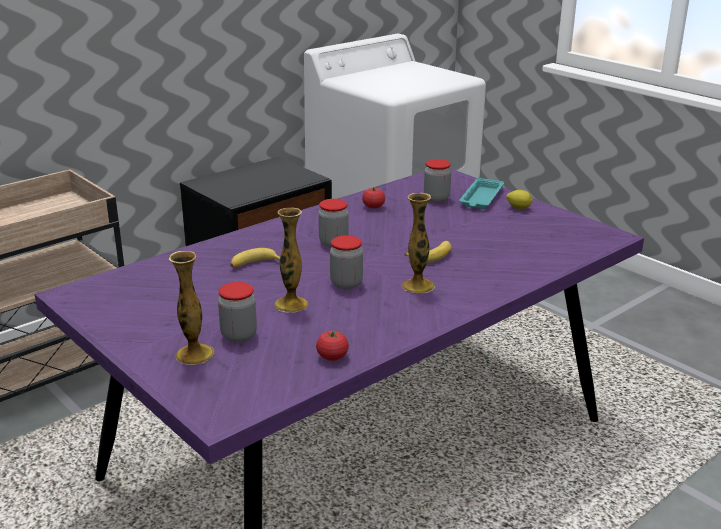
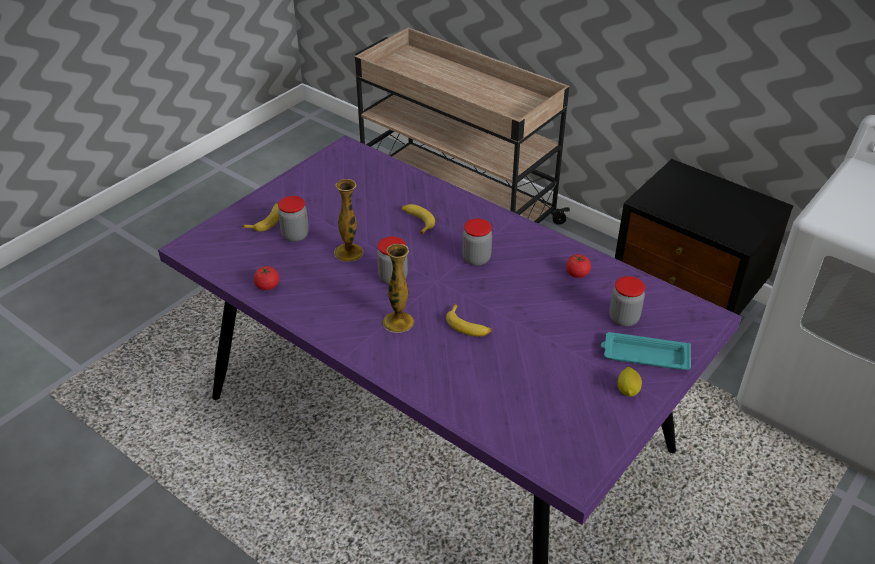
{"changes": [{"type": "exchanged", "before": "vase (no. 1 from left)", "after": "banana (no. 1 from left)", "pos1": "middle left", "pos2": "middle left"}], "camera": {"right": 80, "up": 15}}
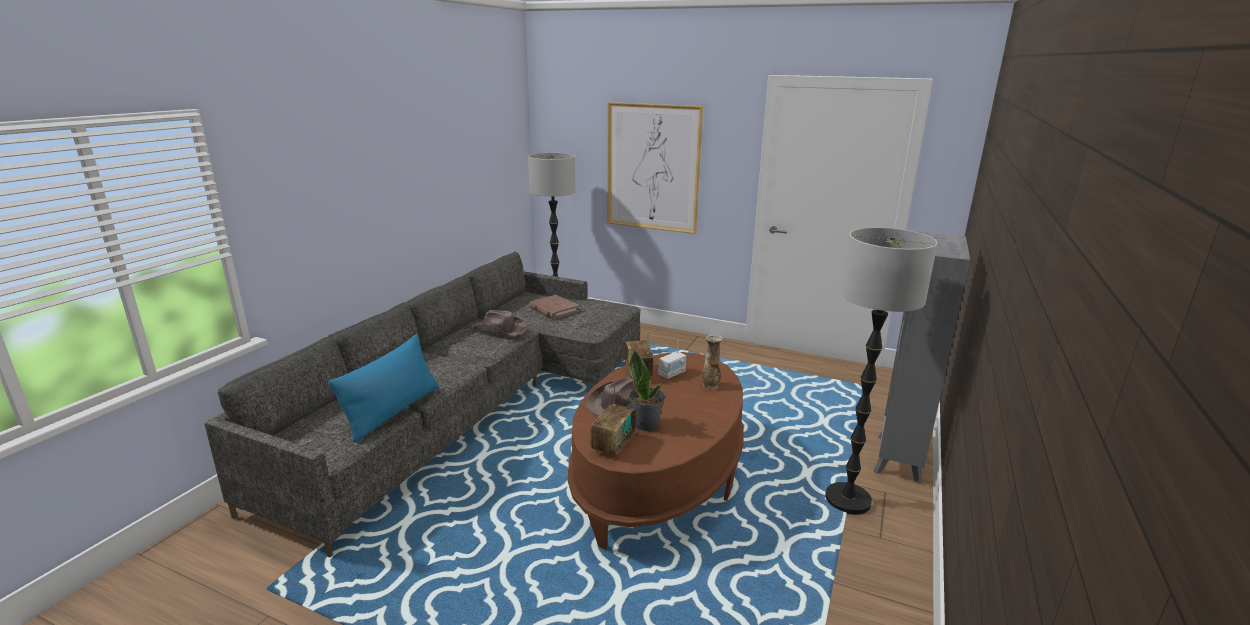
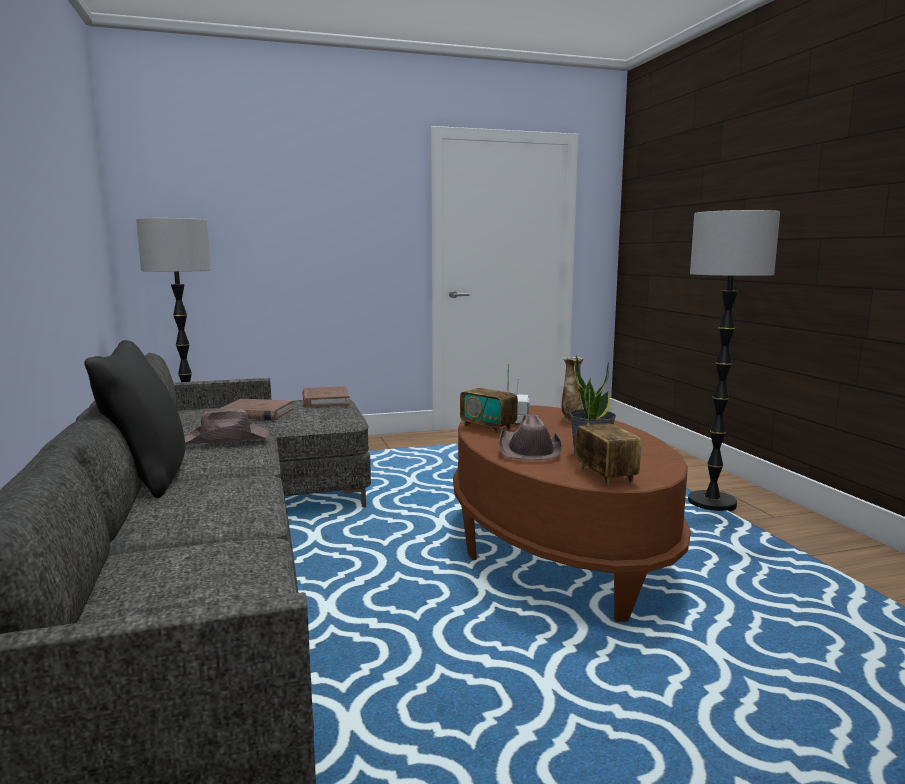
{"changes": [{"type": "missing", "before": "blue pillow", "pos1": "middle left"}, {"type": "missing", "before": "picture", "pos1": "top centre"}, {"type": "missing", "before": "grey bookcase", "pos1": "middle right"}, {"type": "appeared", "after": "black pillow", "pos2": "middle left"}, {"type": "appeared", "after": "brown book (no. 2 from left)", "pos2": "centre"}], "camera": {"right": -40, "up": -10}}
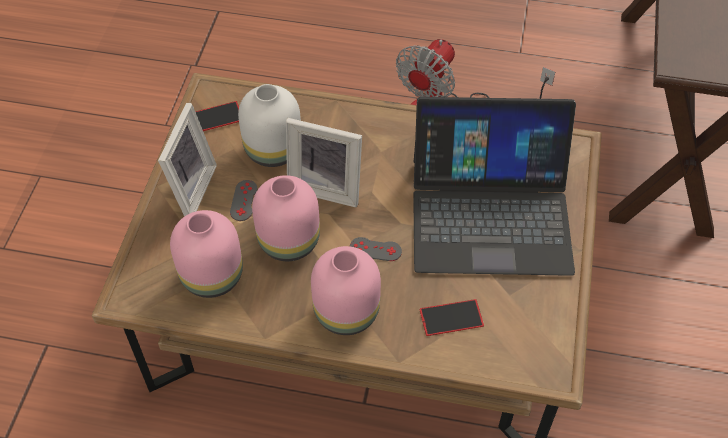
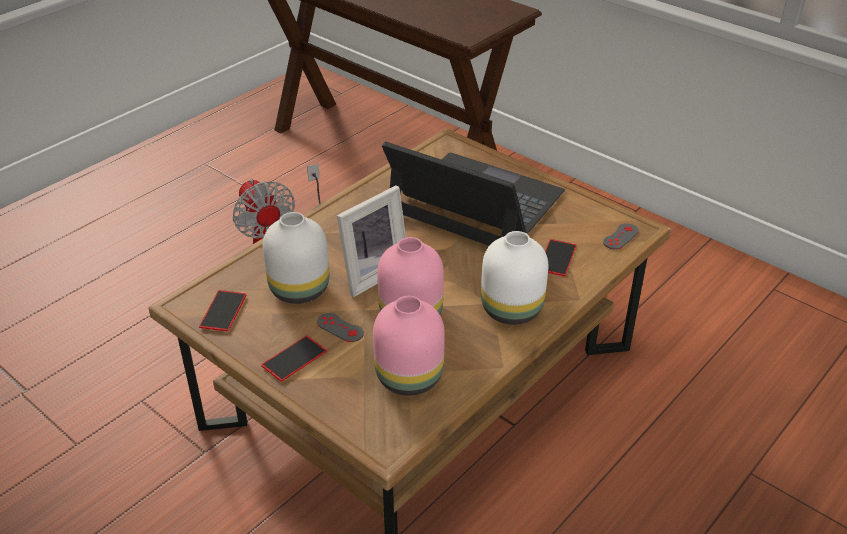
{"changes": [{"type": "exchanged", "before": "picture frame (no. 1 from left)", "after": "phone (no. 2 from left)", "pos1": "middle left", "pos2": "bottom centre"}, {"type": "colour", "before": "pink vase (no. 3 from left)", "after": "white vase (no. 2 from left)", "pos1": "centre", "pos2": "centre"}, {"type": "relocated", "before": "grey game controller (no. 2 from left)", "pos1": "centre", "pos2": "middle right"}, {"type": "spun", "before": "laptop", "pos1": "middle right", "pos2": "centre", "turn": -90}], "camera": {"right": -60, "up": -15}}
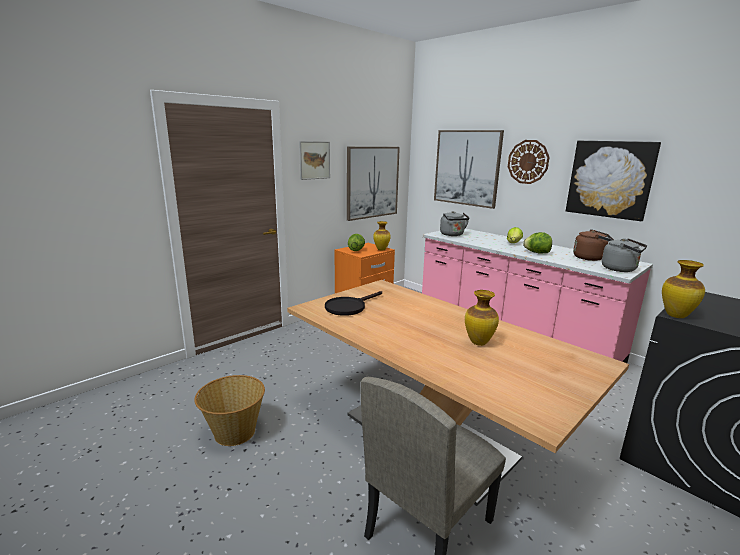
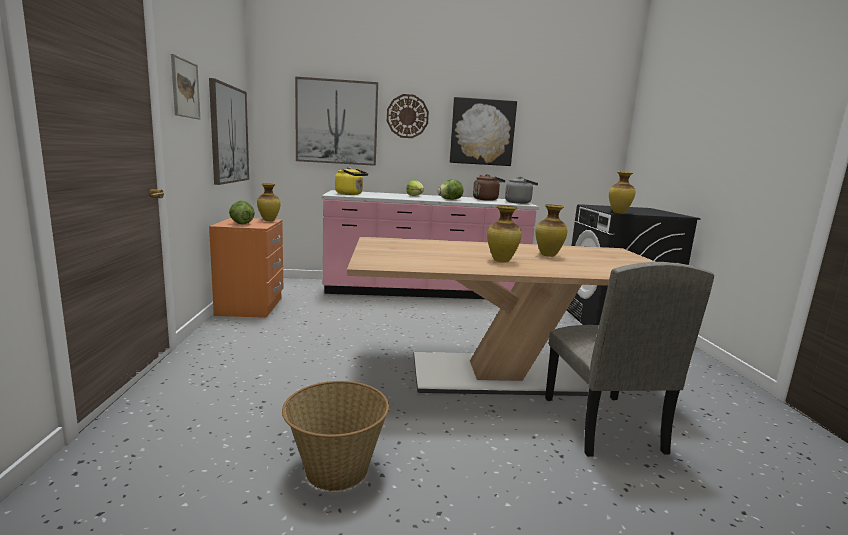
{"changes": [{"type": "missing", "before": "black frying pan", "pos1": "centre"}, {"type": "colour", "before": "grey kettle (no. 1 from left)", "after": "yellow kettle", "pos1": "centre", "pos2": "centre"}, {"type": "appeared", "after": "vase (no. 2 from left)", "pos2": "centre"}], "camera": {"right": -50, "up": -5}}
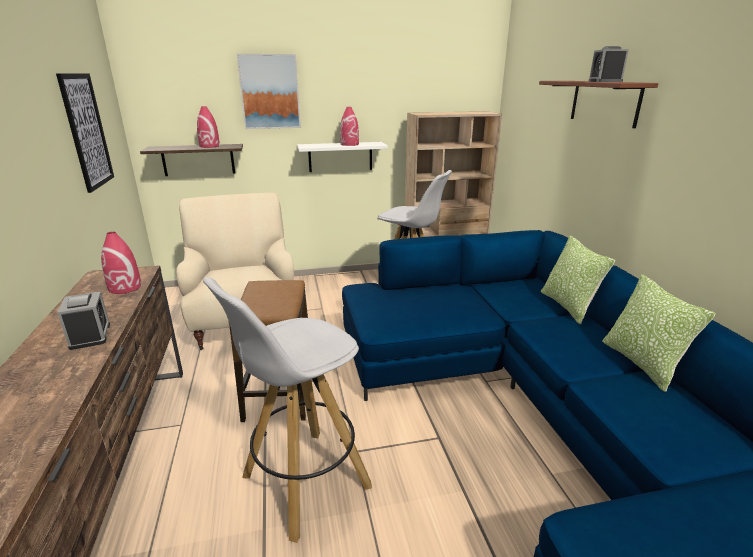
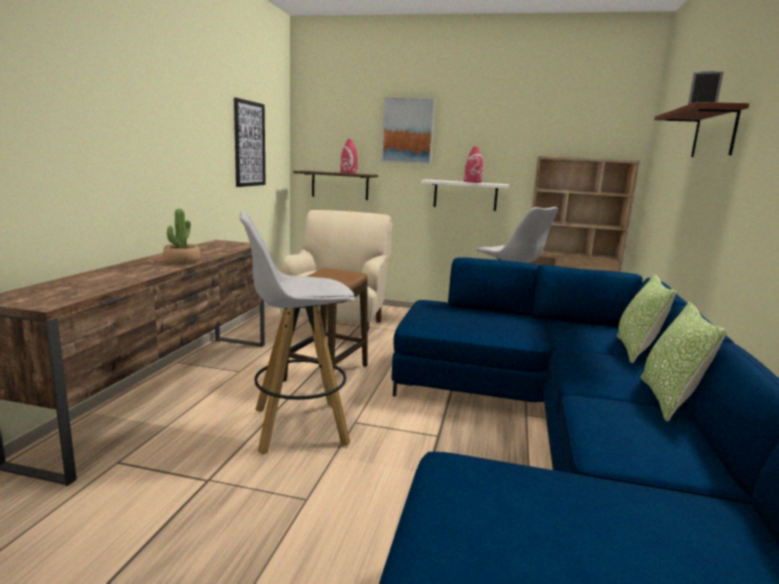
{"changes": [{"type": "exchanged", "before": "alarm clock (no. 1 from left)", "after": "potted plant", "pos1": "middle left", "pos2": "middle left"}, {"type": "missing", "before": "red vase (no. 1 from left)", "pos1": "middle left"}], "camera": {"right": 25, "up": -10}}
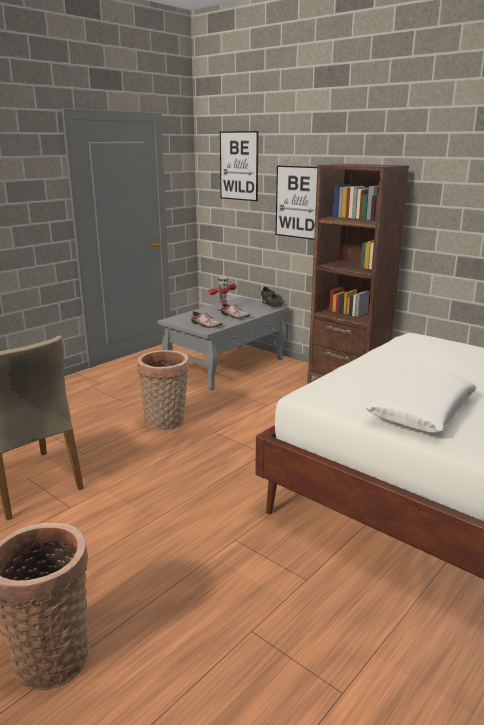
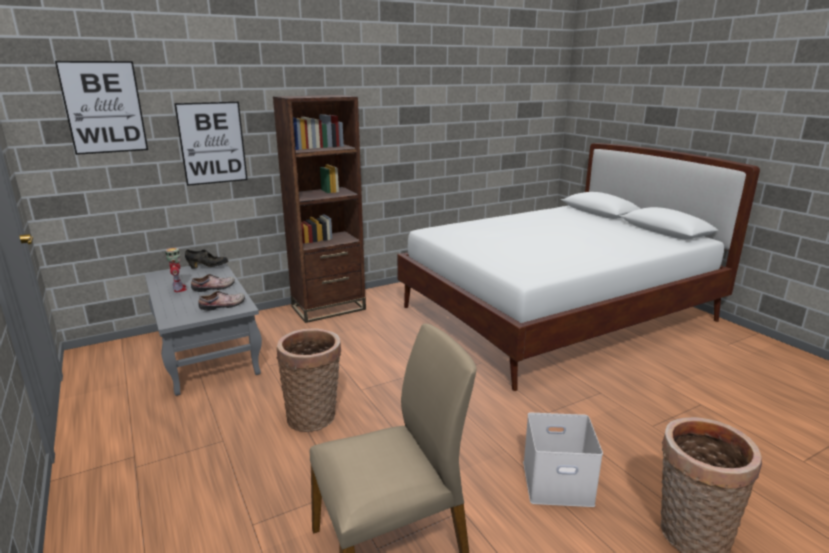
{"changes": [{"type": "missing", "before": "white pillow", "pos1": "middle right"}, {"type": "appeared", "after": "white storage box", "pos2": "bottom right"}], "camera": {"right": -70, "up": 0}}
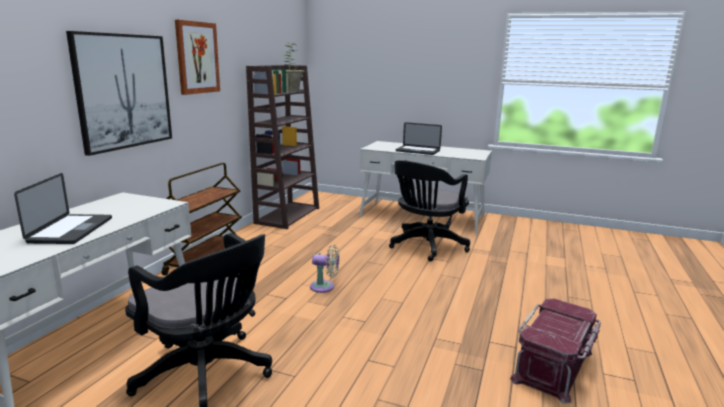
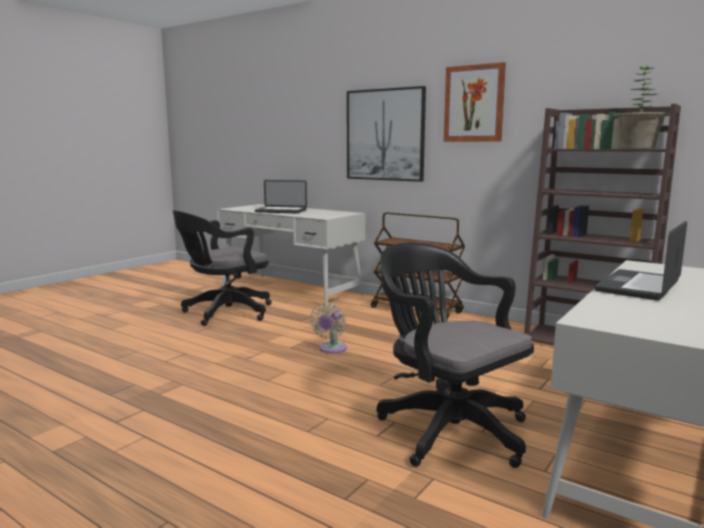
{"changes": [{"type": "missing", "before": "red storage box", "pos1": "bottom right"}], "camera": {"right": 105, "up": -5}}
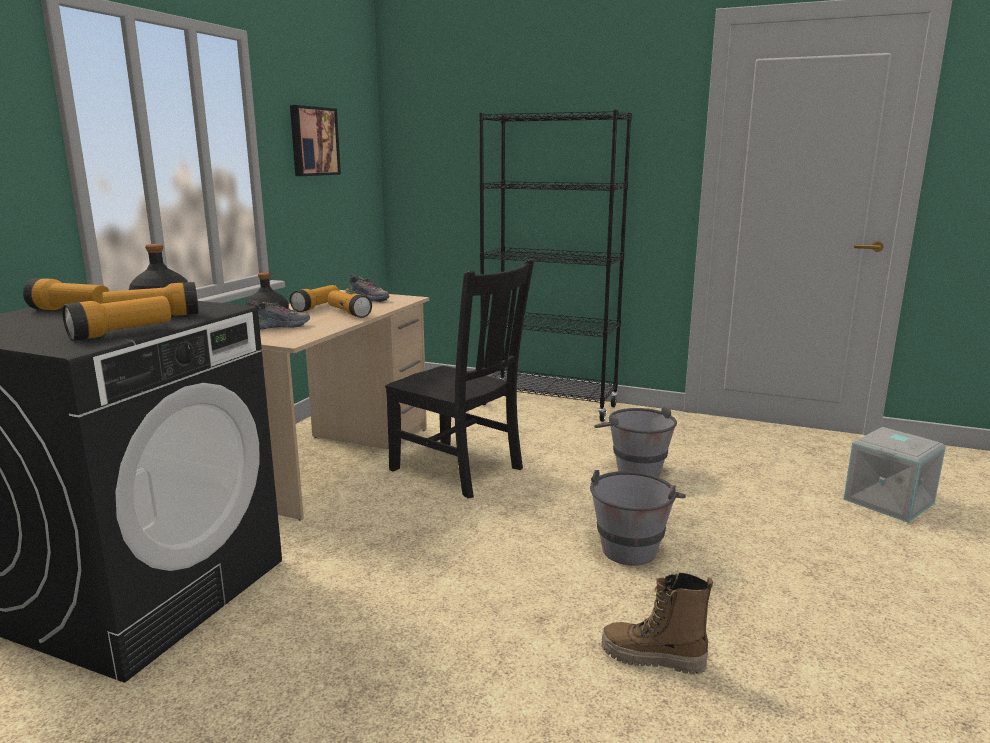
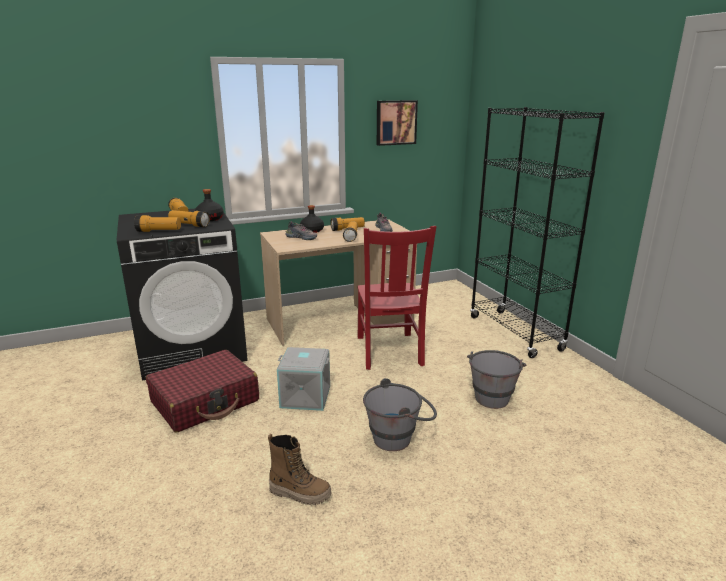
{"changes": [{"type": "colour", "before": "black chair", "after": "red chair", "pos1": "centre", "pos2": "centre"}, {"type": "spun", "before": "boot", "pos1": "bottom centre", "pos2": "bottom centre", "turn": 135}, {"type": "relocated", "before": "grey storage box", "pos1": "middle right", "pos2": "centre"}, {"type": "appeared", "after": "red suitcase", "pos2": "bottom left"}], "camera": {"right": 45, "up": 5}}
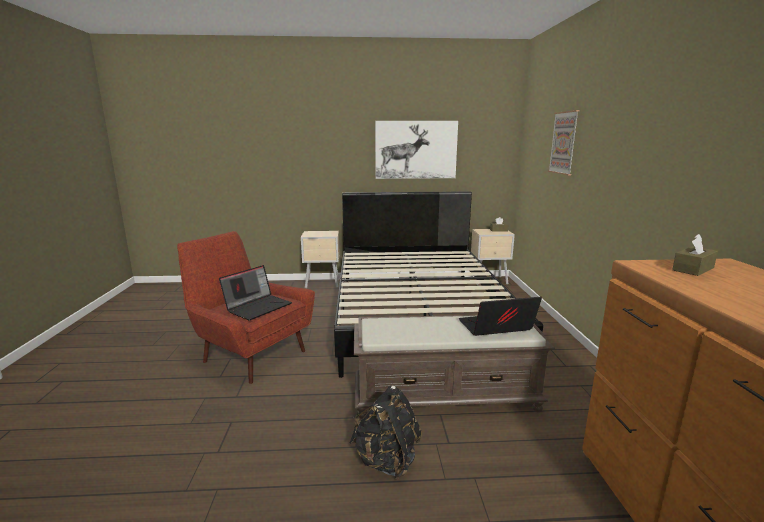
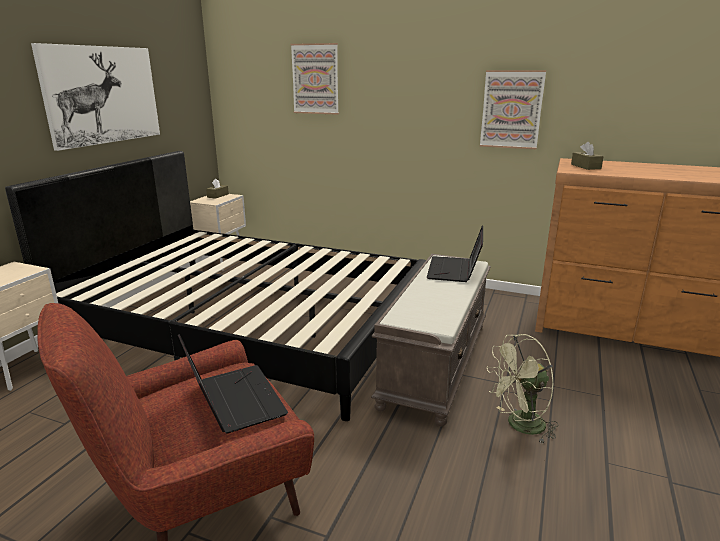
{"changes": [{"type": "exchanged", "before": "black backpack", "after": "green fan", "pos1": "bottom centre", "pos2": "bottom right"}, {"type": "appeared", "after": "picture (no. 3 from left)", "pos2": "top right"}], "camera": {"right": -65, "up": 5}}
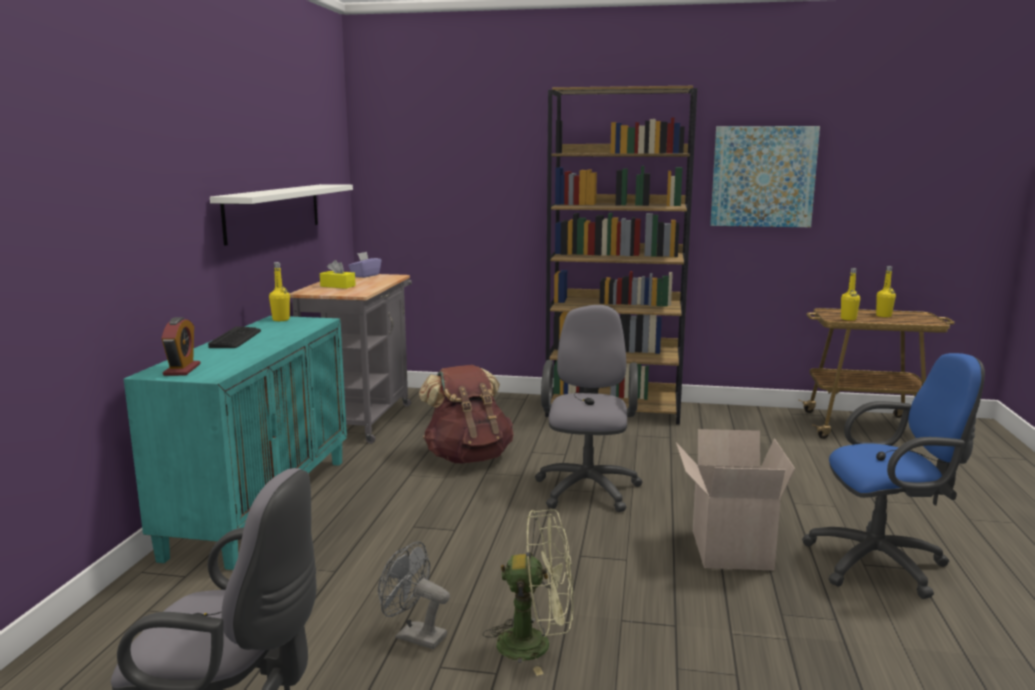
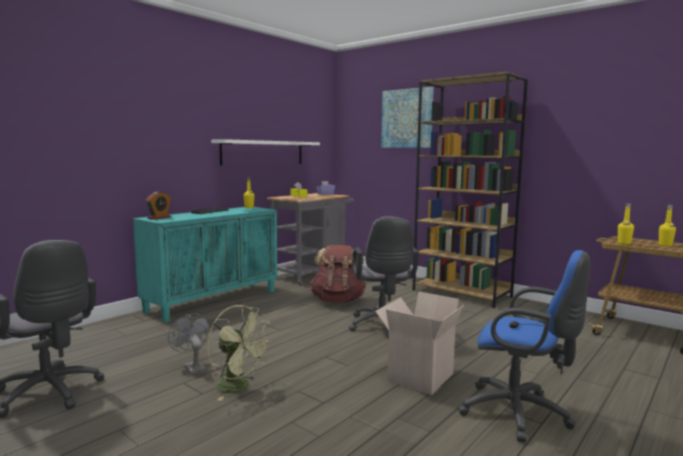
{"changes": [{"type": "spun", "before": "grey office chair (no. 2 from left)", "pos1": "centre", "pos2": "centre", "turn": 135}, {"type": "relocated", "before": "picture", "pos1": "top right", "pos2": "top centre"}], "camera": {"right": 30, "up": -5}}
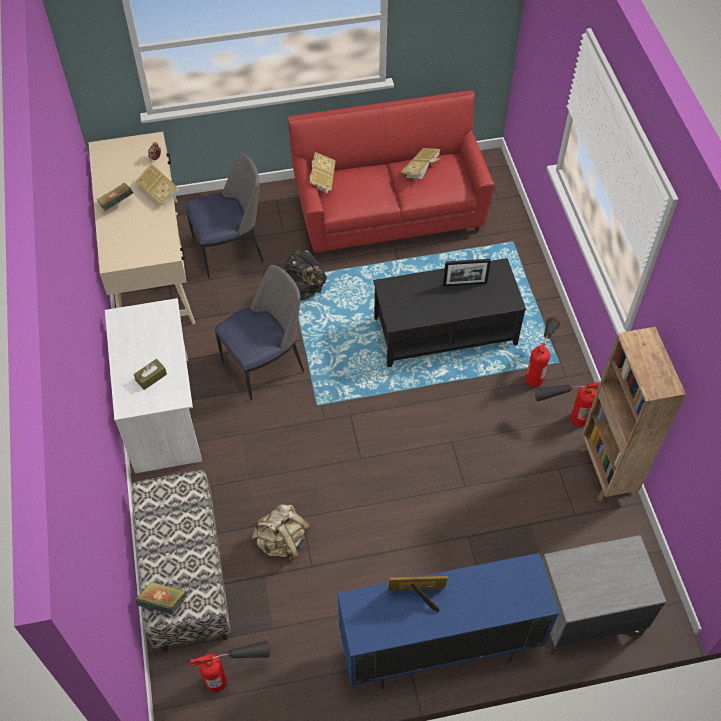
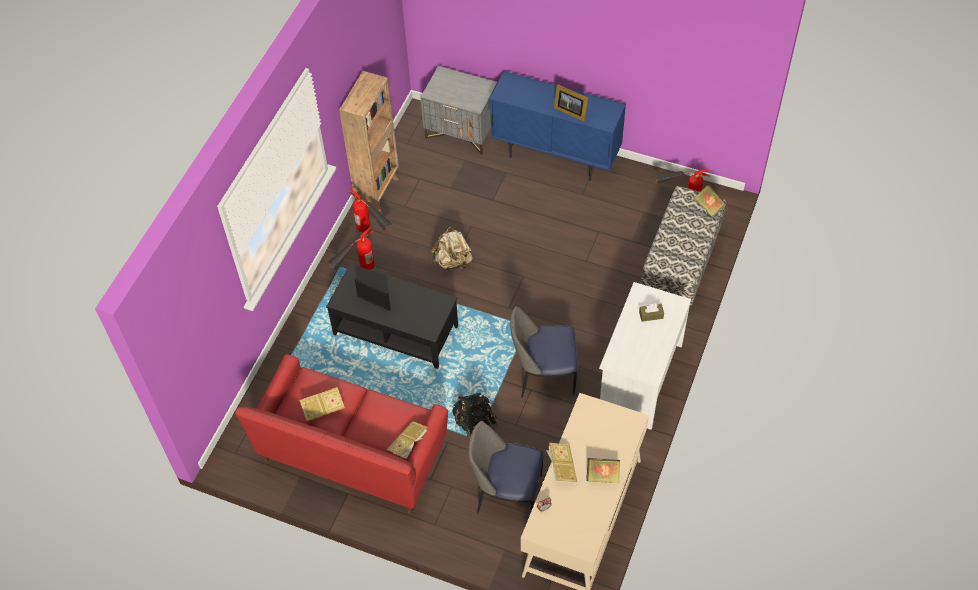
{"changes": [{"type": "relocated", "before": "beige backpack", "pos1": "bottom centre", "pos2": "centre"}], "camera": {"right": -145, "up": 0}}
